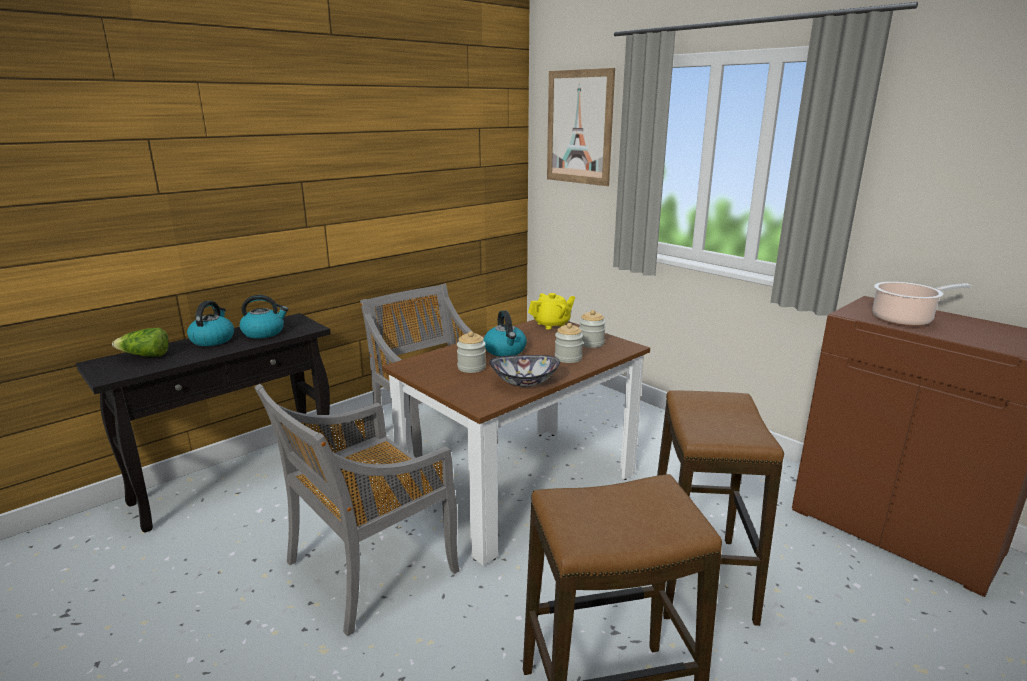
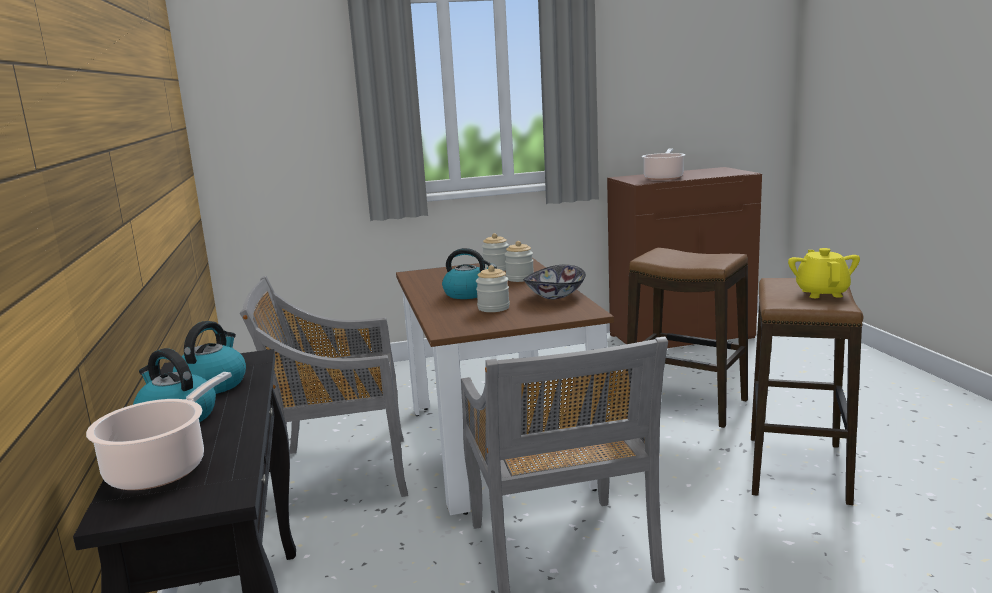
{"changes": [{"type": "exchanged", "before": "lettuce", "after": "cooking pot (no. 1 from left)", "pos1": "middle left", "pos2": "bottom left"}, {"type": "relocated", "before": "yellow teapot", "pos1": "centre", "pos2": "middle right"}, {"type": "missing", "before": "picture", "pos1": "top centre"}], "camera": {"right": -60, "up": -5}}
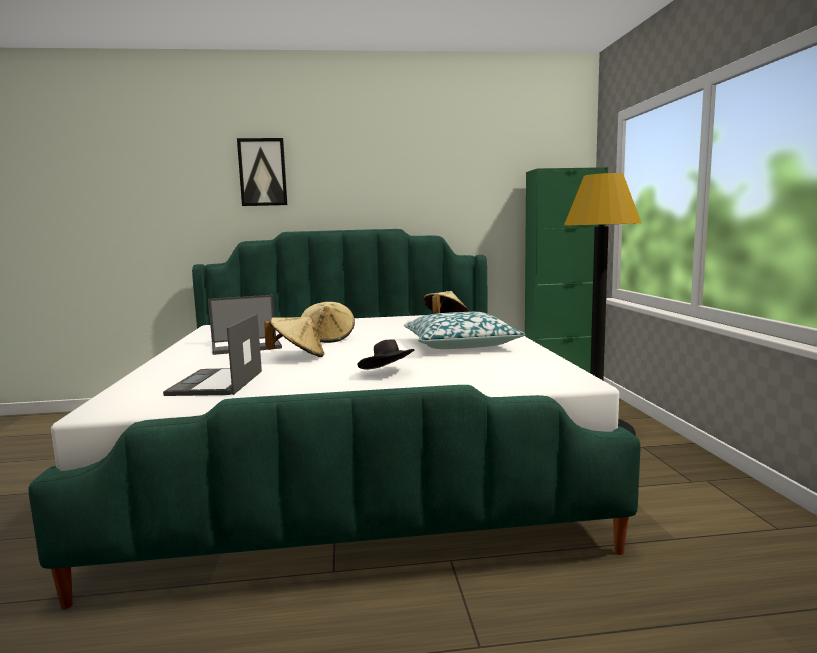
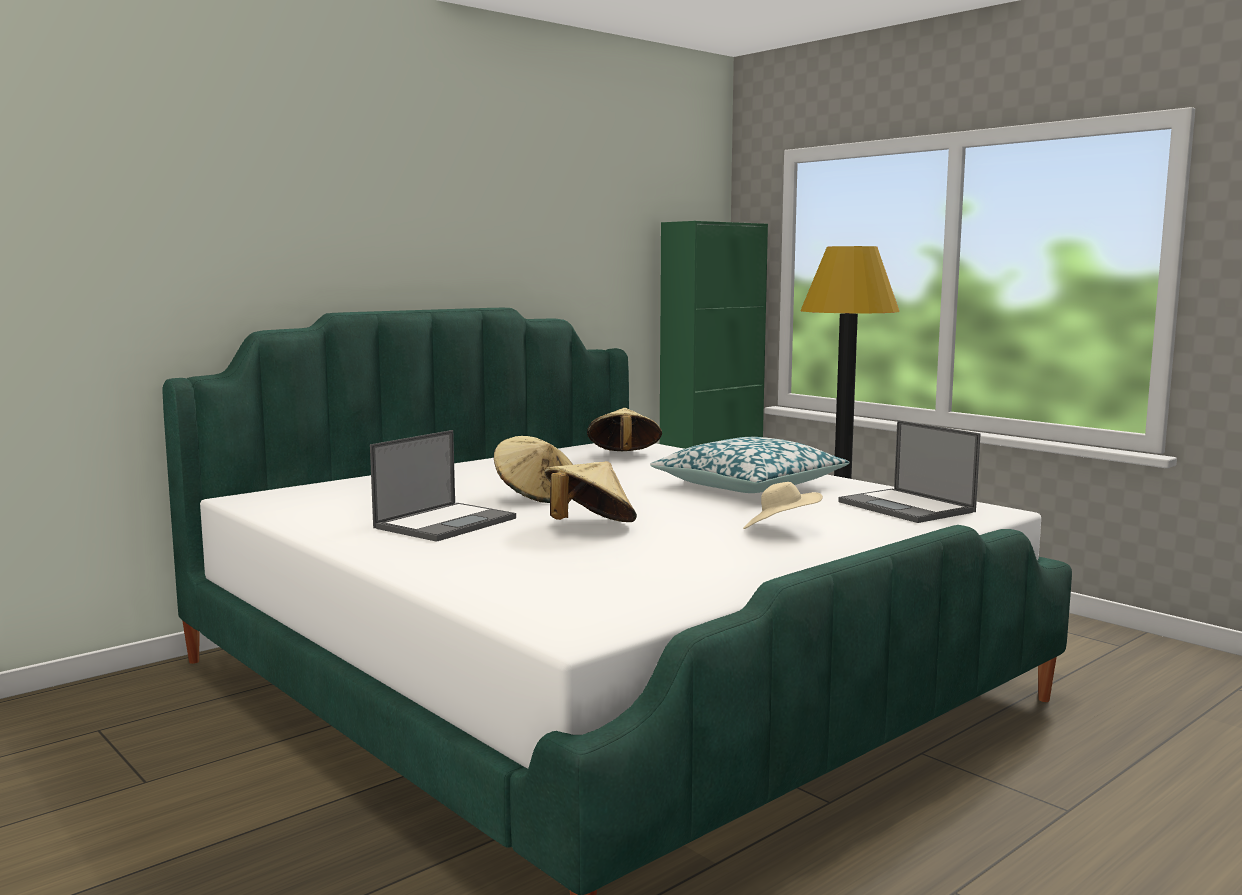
{"changes": [{"type": "relocated", "before": "laptop (no. 1 from left in the first image)", "after": "laptop (no. 2 from left)", "pos1": "middle left", "pos2": "middle right"}, {"type": "missing", "before": "picture", "pos1": "top left"}, {"type": "colour", "before": "black hat", "after": "beige hat (no. 4 from left)", "pos1": "centre", "pos2": "centre"}], "camera": {"right": -35, "up": 0}}
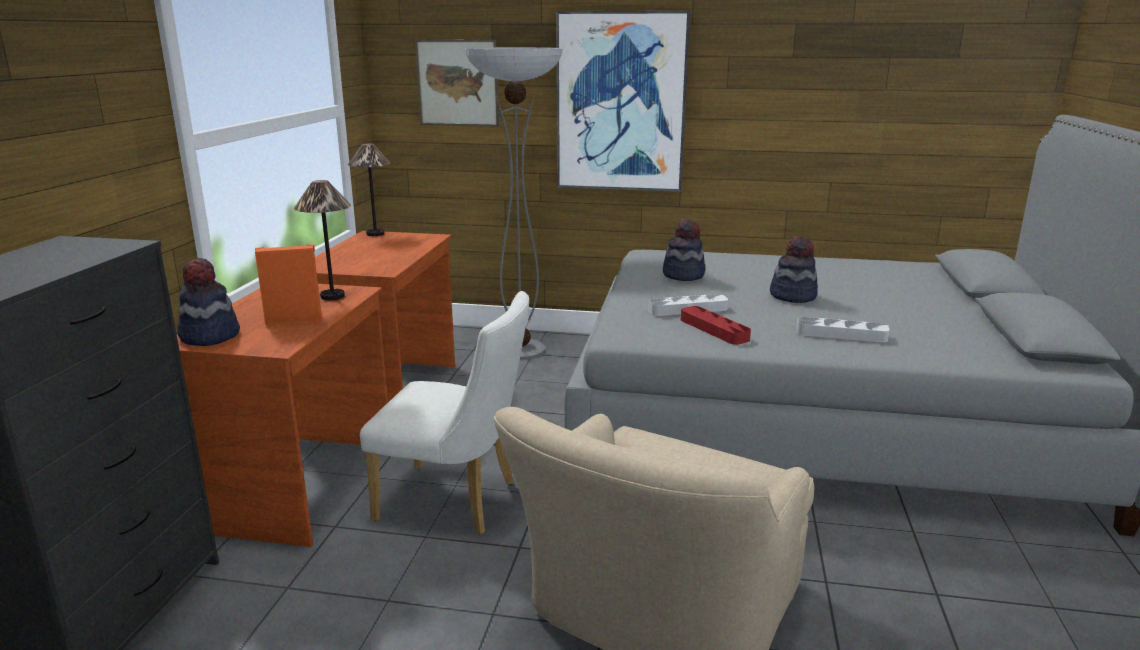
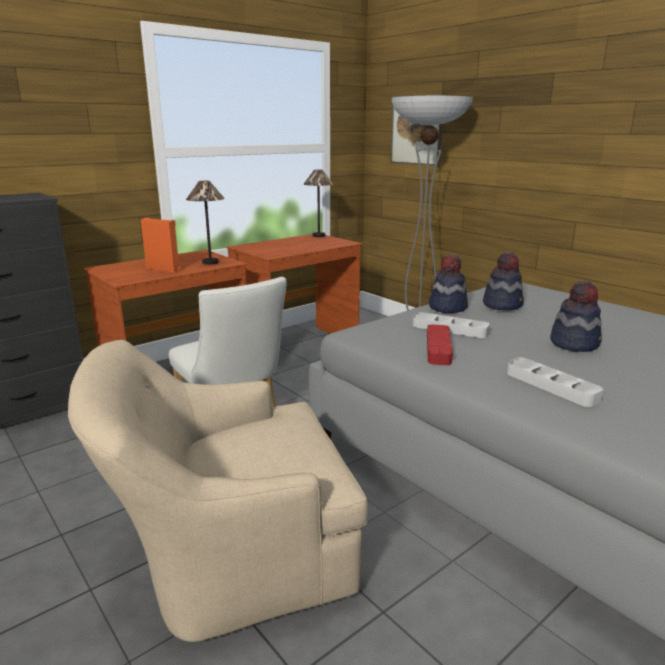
{"changes": [{"type": "relocated", "before": "hat (no. 1 from left)", "pos1": "middle left", "pos2": "middle right"}, {"type": "missing", "before": "picture (no. 2 from left)", "pos1": "top centre"}], "camera": {"right": 40, "up": 0}}
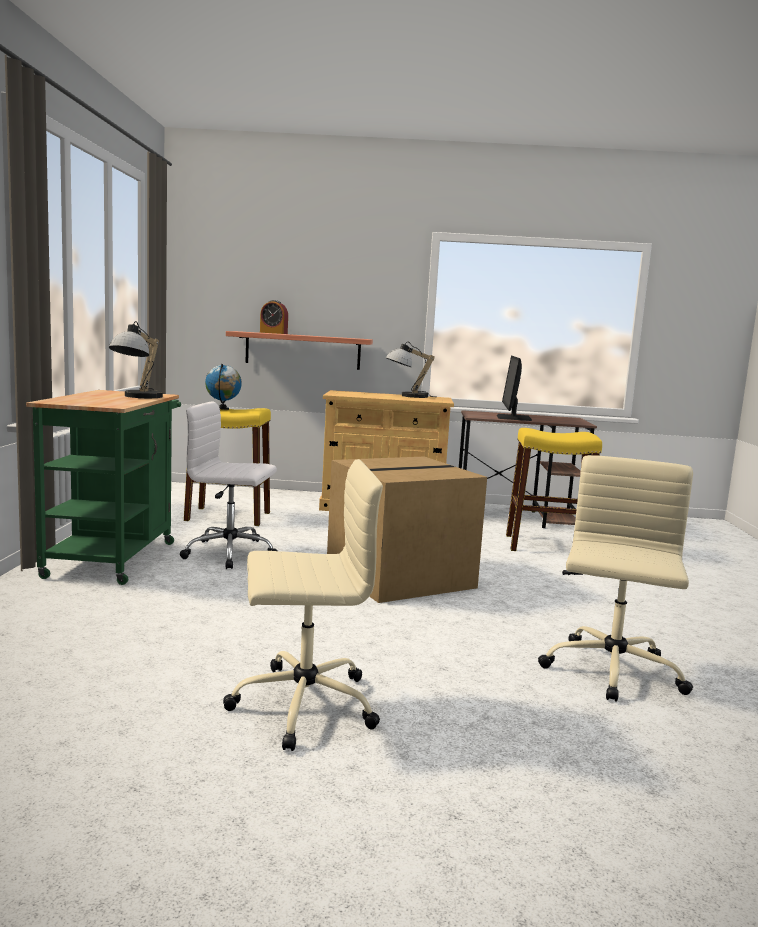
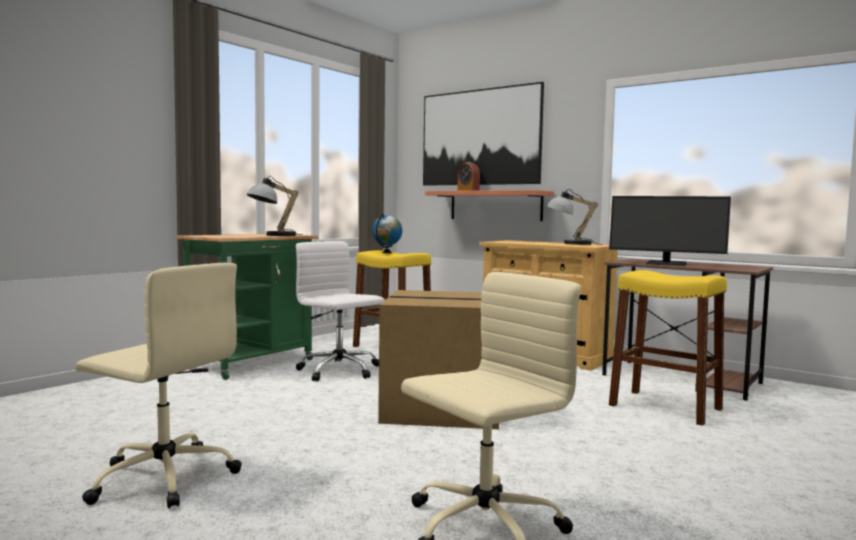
{"changes": [{"type": "spun", "before": "monitor", "pos1": "middle right", "pos2": "middle right", "turn": -105}, {"type": "appeared", "after": "picture", "pos2": "top centre"}], "camera": {"right": 35, "up": -5}}
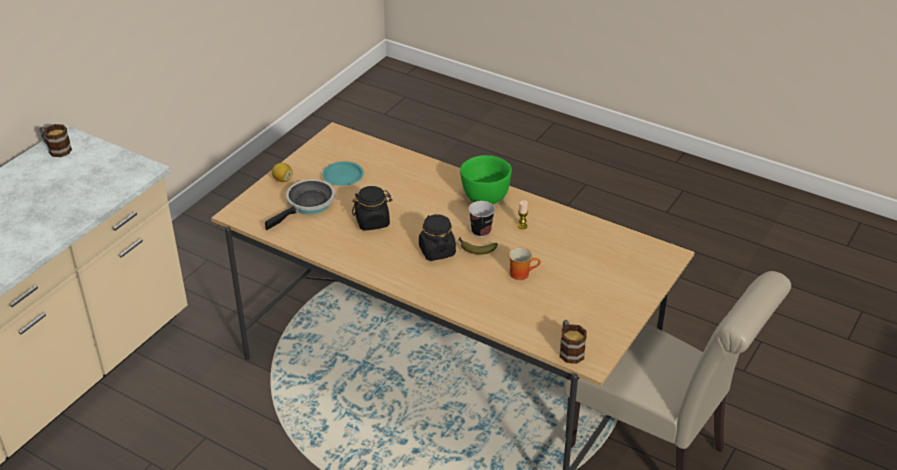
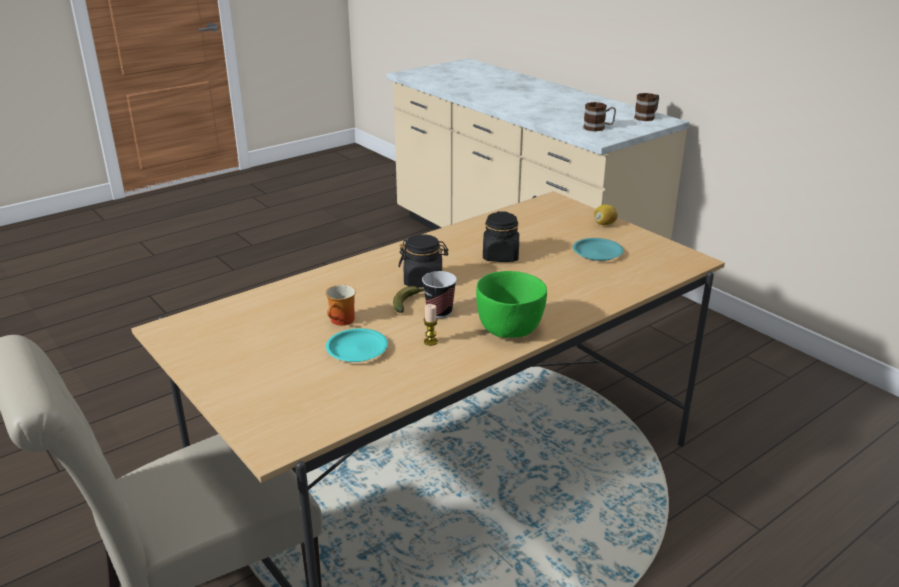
{"changes": [{"type": "missing", "before": "frying pan", "pos1": "centre"}, {"type": "relocated", "before": "mug (no. 3 from left in the first image)", "after": "mug (no. 2 from left)", "pos1": "bottom centre", "pos2": "top centre"}, {"type": "appeared", "after": "turquoise plate (no. 1 from left)", "pos2": "centre"}], "camera": {"right": 110, "up": -10}}
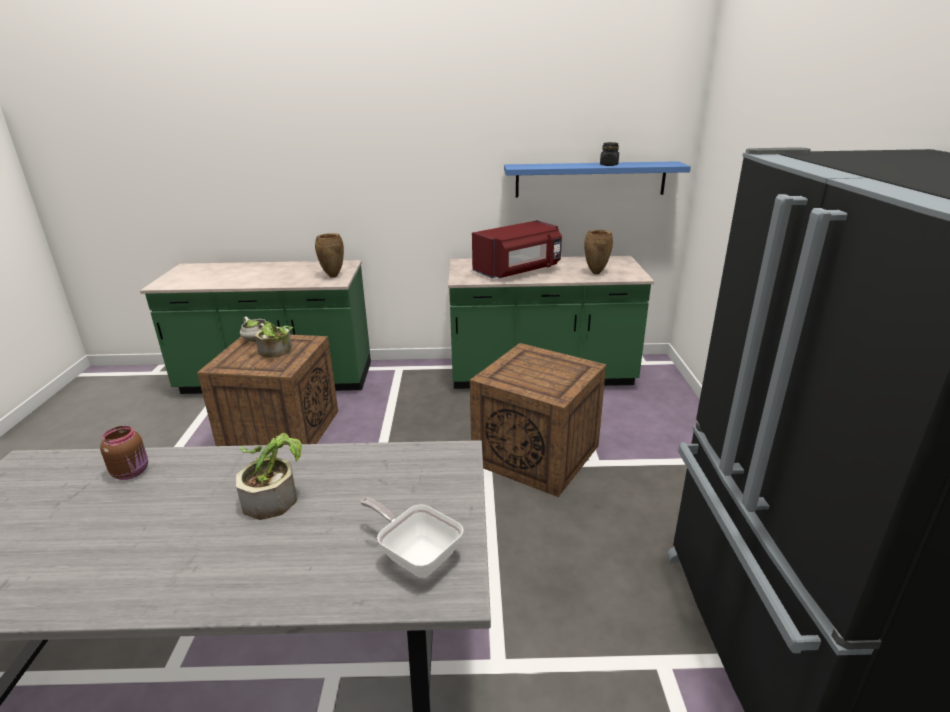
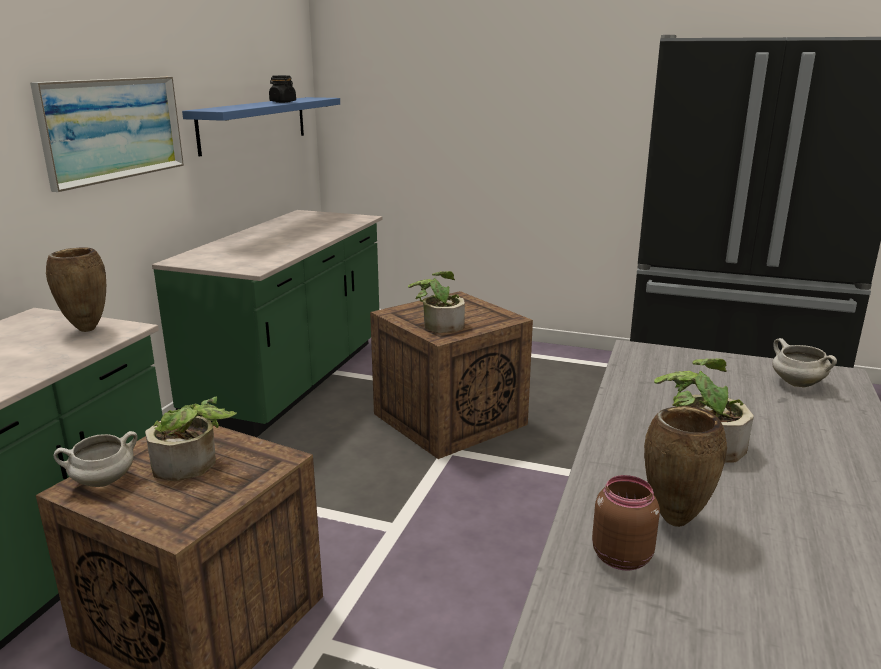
{"changes": [{"type": "exchanged", "before": "frying pan", "after": "white cooking pot (no. 2 from left)", "pos1": "bottom centre", "pos2": "middle right"}, {"type": "missing", "before": "red microwave", "pos1": "centre"}, {"type": "relocated", "before": "brown vase (no. 2 from left)", "pos1": "centre", "pos2": "bottom right"}, {"type": "appeared", "after": "picture", "pos2": "top left"}, {"type": "appeared", "after": "potted plant (no. 2 from left)", "pos2": "centre"}], "camera": {"right": -70, "up": -5}}
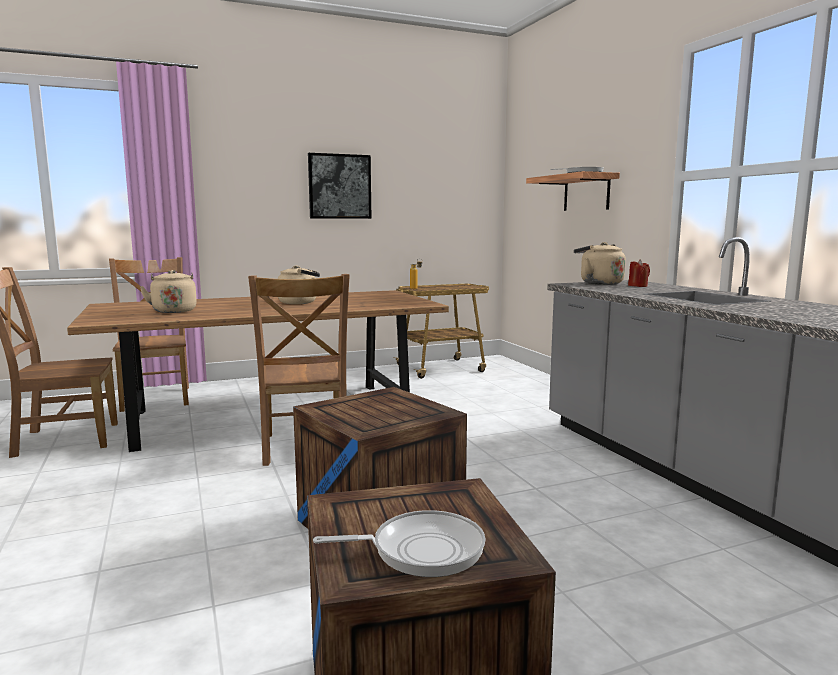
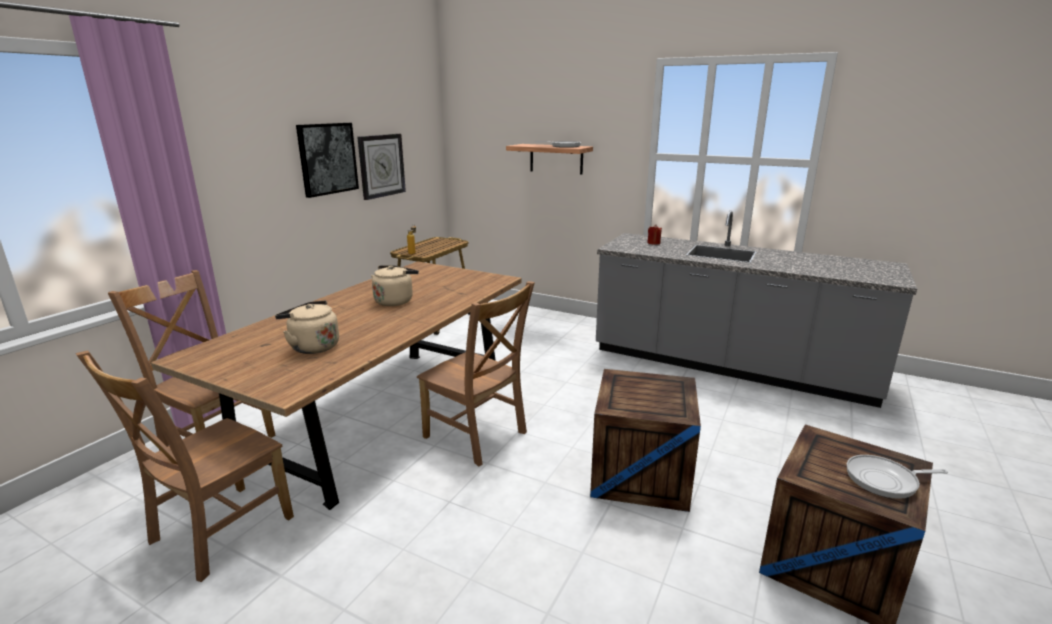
{"changes": [{"type": "spun", "before": "frying pan (no. 1 from left in the first image)", "pos1": "bottom centre", "pos2": "bottom right", "turn": -135}, {"type": "missing", "before": "beige kettle (no. 3 from left)", "pos1": "middle right"}, {"type": "appeared", "after": "wall clock", "pos2": "top centre"}], "camera": {"right": -40, "up": 10}}
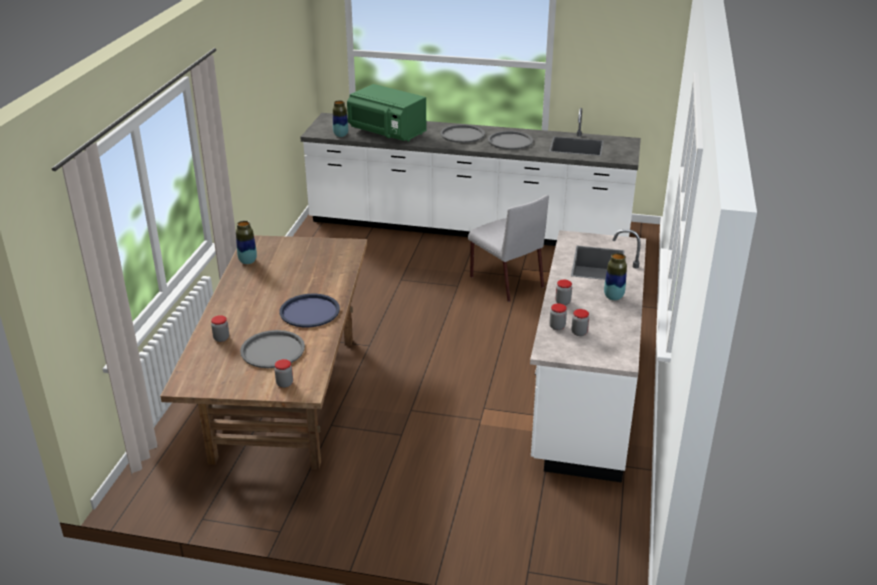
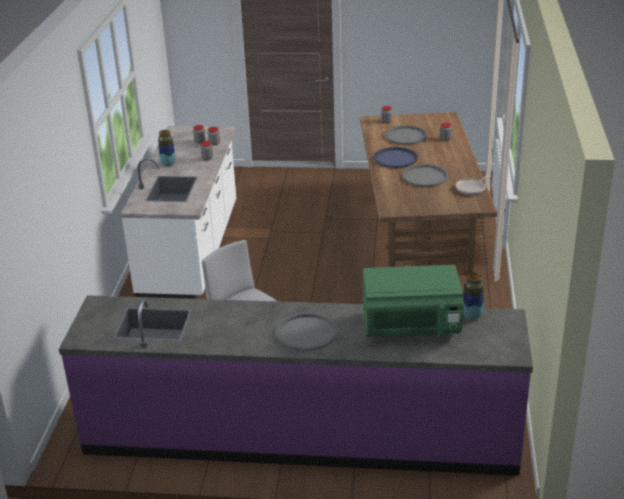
{"changes": [{"type": "exchanged", "before": "vase (no. 1 from left)", "after": "frying pan", "pos1": "middle left", "pos2": "middle right"}, {"type": "colour", "before": "white counter (no. 1 from left)", "after": "purple counter", "pos1": "top centre", "pos2": "bottom centre"}, {"type": "spun", "before": "green microwave", "pos1": "top centre", "pos2": "centre", "turn": 150}, {"type": "relocated", "before": "grey tray (no. 3 from left)", "pos1": "top centre", "pos2": "middle right"}], "camera": {"right": 175, "up": 0}}
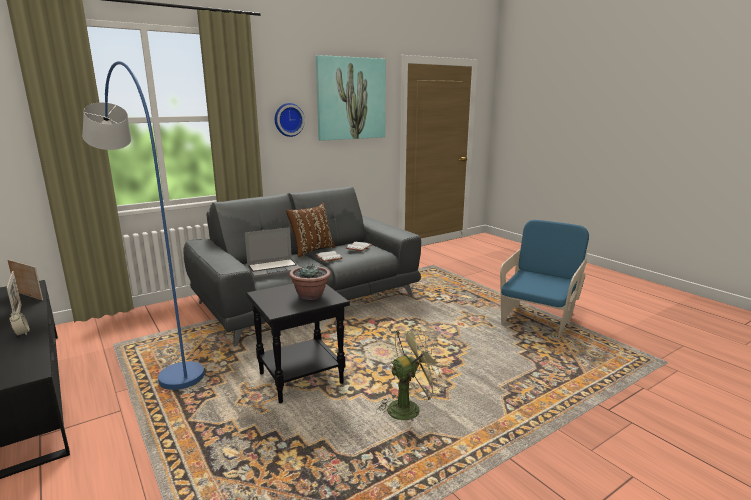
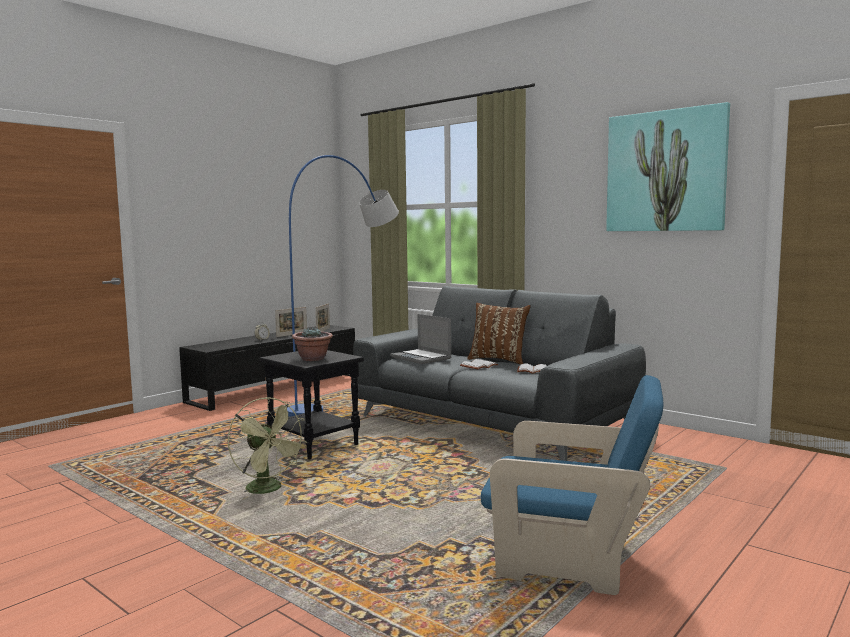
{"changes": [{"type": "missing", "before": "wall clock", "pos1": "top centre"}], "camera": {"right": 75, "up": -10}}
